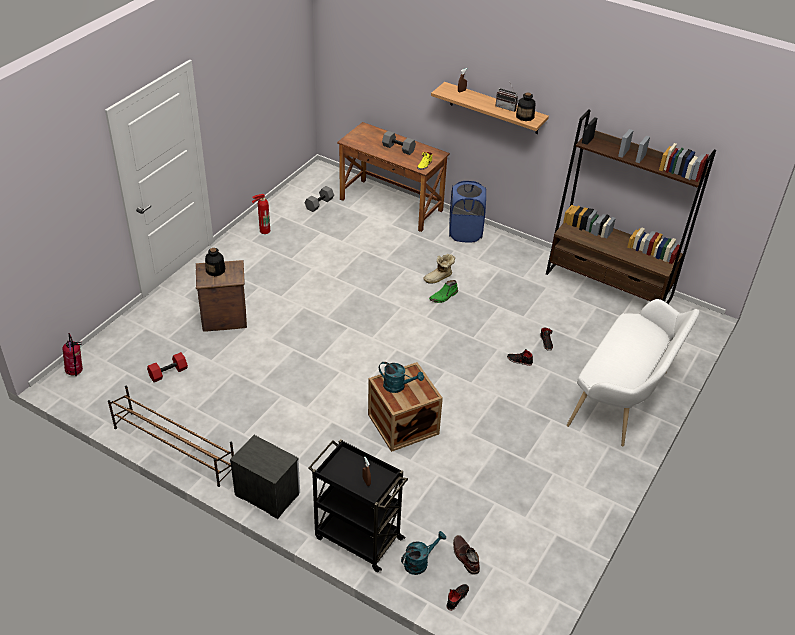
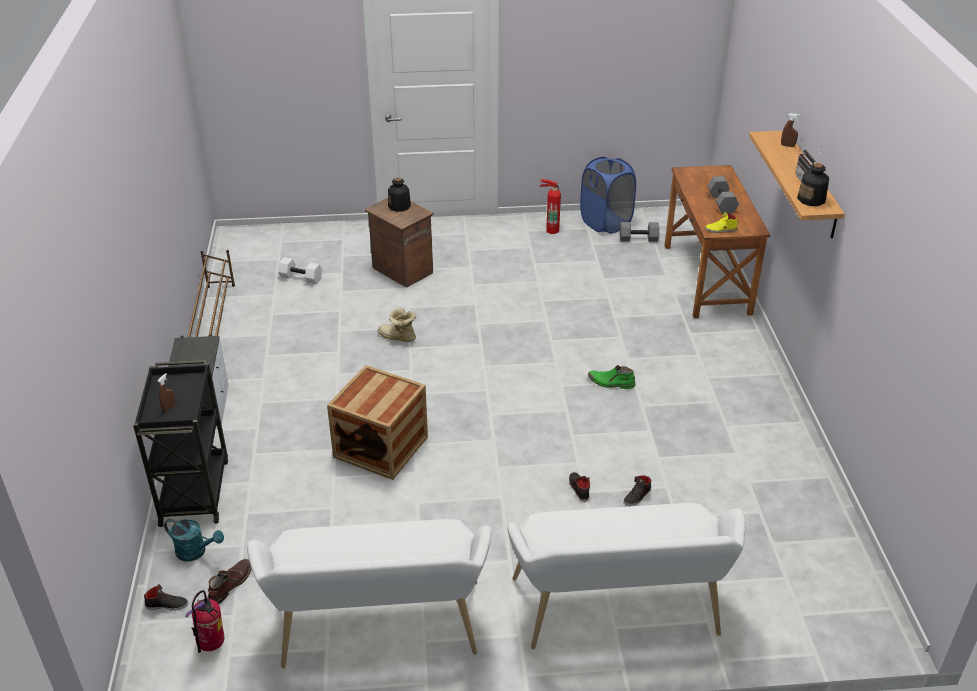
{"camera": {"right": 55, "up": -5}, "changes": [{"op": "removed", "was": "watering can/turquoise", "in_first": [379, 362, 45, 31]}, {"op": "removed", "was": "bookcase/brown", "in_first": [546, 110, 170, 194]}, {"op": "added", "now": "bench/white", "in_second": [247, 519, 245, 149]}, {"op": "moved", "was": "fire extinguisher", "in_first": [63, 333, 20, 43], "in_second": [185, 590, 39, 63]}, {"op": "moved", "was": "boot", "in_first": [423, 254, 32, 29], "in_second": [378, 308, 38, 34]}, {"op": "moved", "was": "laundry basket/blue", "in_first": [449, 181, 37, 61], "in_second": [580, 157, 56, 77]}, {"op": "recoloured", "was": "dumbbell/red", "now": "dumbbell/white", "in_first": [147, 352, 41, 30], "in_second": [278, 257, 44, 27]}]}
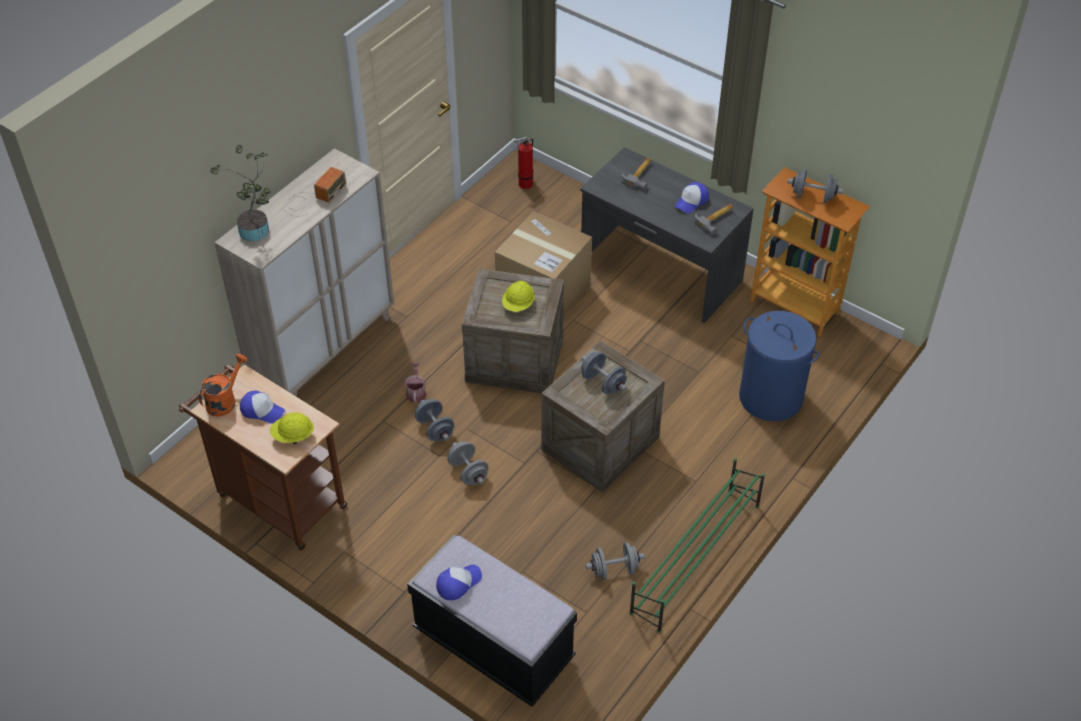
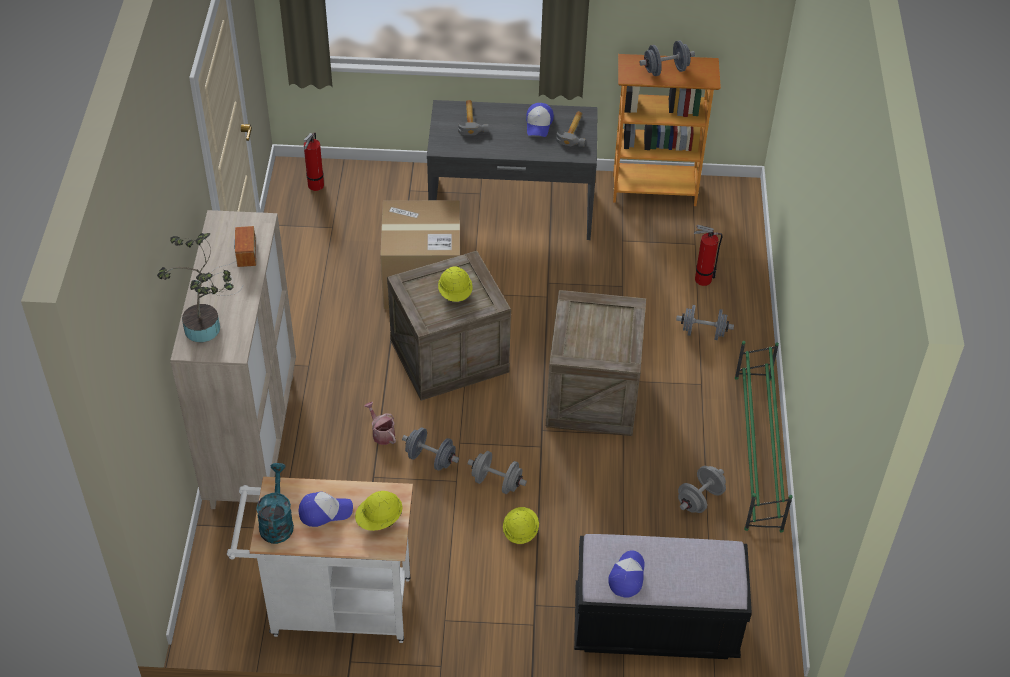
{"camera": {"right": -35, "up": 0}, "changes": [{"op": "added", "now": "hard hat/yellow", "in_second": [503, 507, 36, 37]}, {"op": "moved", "was": "dumbbell/grey", "in_first": [581, 352, 46, 43], "in_second": [676, 305, 58, 35]}, {"op": "replaced", "was": "laundry basket/blue", "now": "fire extinguisher", "in_first": [739, 311, 81, 110], "in_second": [694, 224, 28, 62]}, {"op": "recoloured", "was": "cart/brown", "now": "cart/white", "in_first": [179, 364, 168, 187], "in_second": [227, 477, 186, 166]}, {"op": "recoloured", "was": "watering can/orange", "now": "watering can/turquoise", "in_first": [199, 354, 49, 63], "in_second": [256, 463, 38, 81]}]}
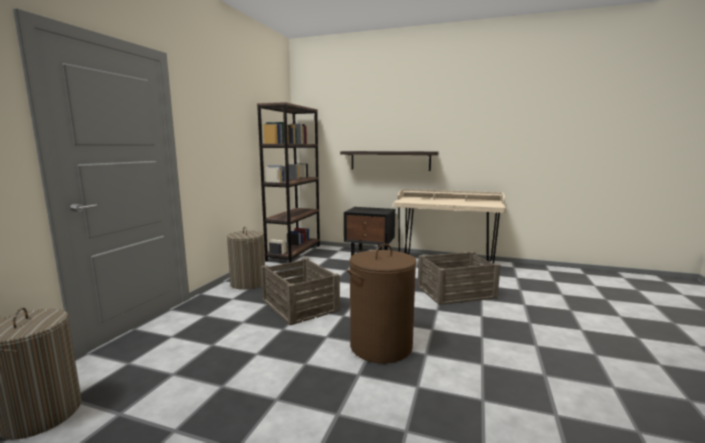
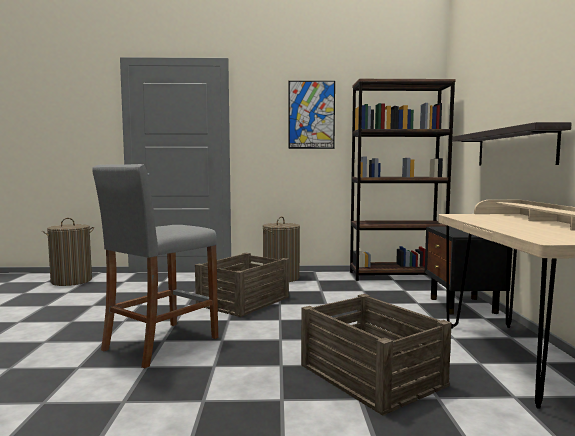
{"camera": {"right": 70, "up": -5}, "changes": [{"op": "added", "now": "picture", "in_second": [289, 81, 46, 68]}, {"op": "replaced", "was": "laundry basket/brown", "now": "stool/grey", "in_first": [347, 244, 69, 119], "in_second": [92, 164, 126, 204]}]}
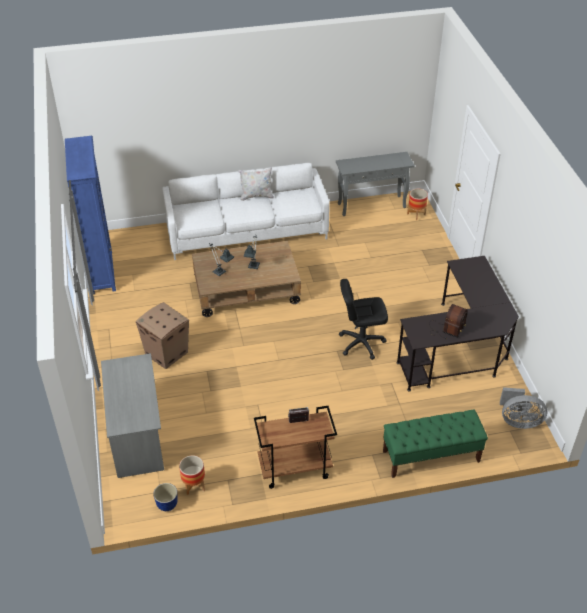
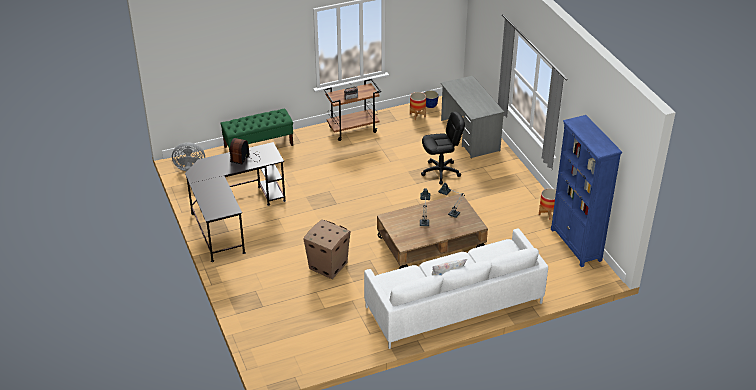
{"camera": {"right": 170, "up": -5}, "changes": [{"op": "removed", "was": "console table/grey", "in_first": [336, 152, 79, 64]}, {"op": "moved", "was": "cardboard box", "in_first": [136, 302, 53, 67], "in_second": [303, 220, 47, 59]}, {"op": "moved", "was": "office chair/black", "in_first": [339, 279, 49, 81], "in_second": [421, 111, 44, 73]}, {"op": "moved", "was": "planter", "in_first": [407, 189, 21, 31], "in_second": [539, 188, 17, 32]}]}
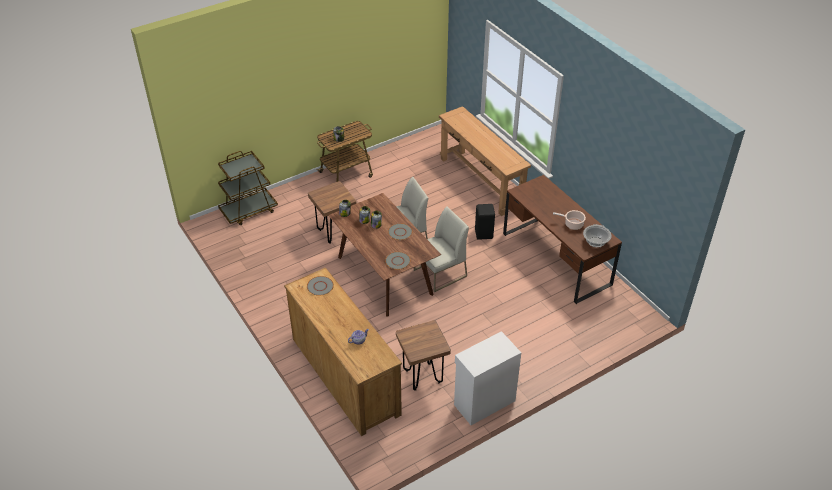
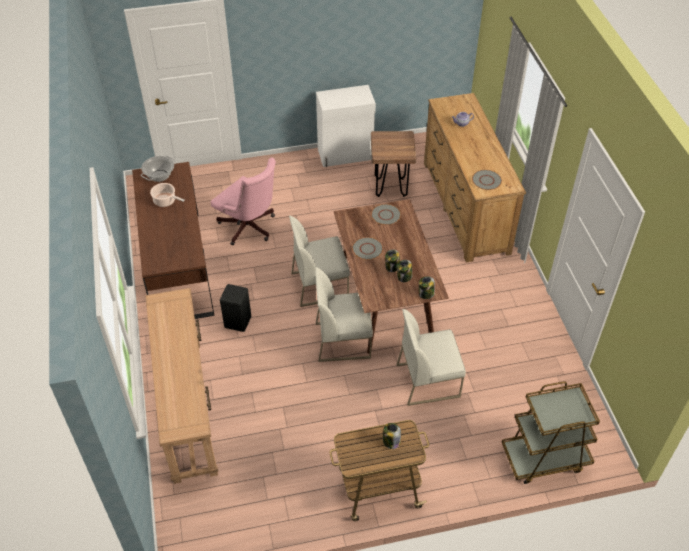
{"camera": {"right": -160, "up": 5}, "changes": [{"op": "added", "now": "office chair/pink", "in_second": [210, 157, 66, 88]}, {"op": "replaced", "was": "stool/brown", "now": "chair/white", "in_first": [308, 181, 48, 63], "in_second": [396, 309, 70, 97]}]}
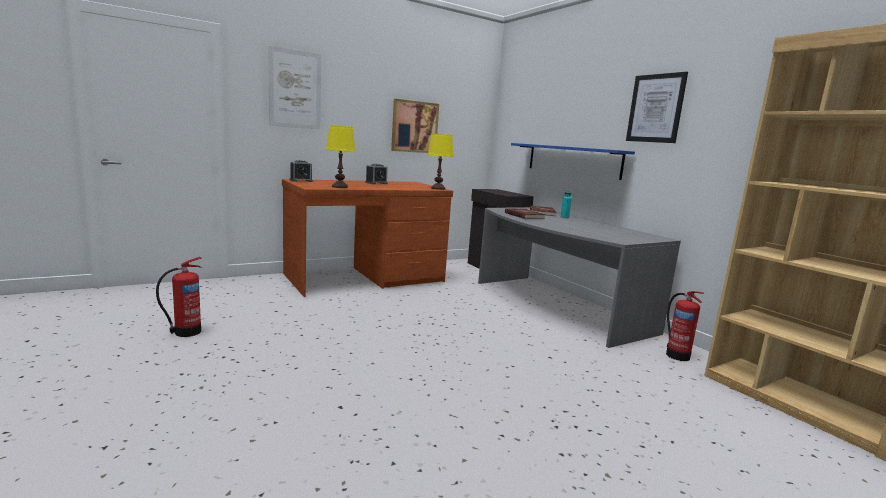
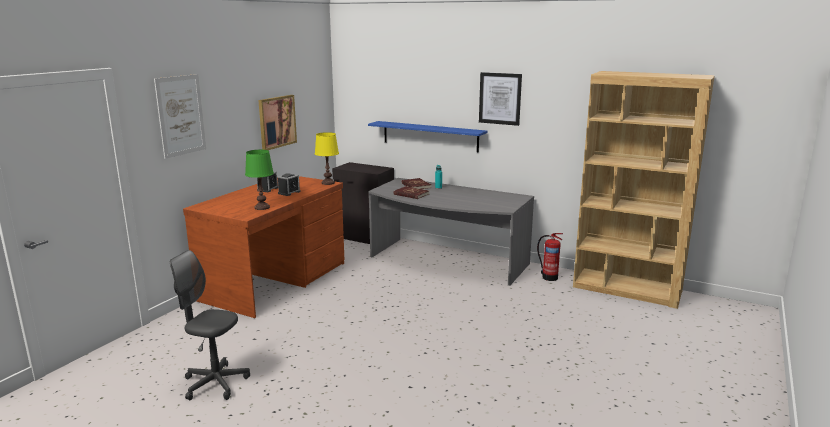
{"camera": {"right": -30, "up": 5}, "changes": [{"op": "moved", "was": "alarm clock", "in_first": [289, 160, 24, 22], "in_second": [278, 173, 23, 23]}, {"op": "replaced", "was": "fire extinguisher", "now": "office chair/grey", "in_first": [156, 257, 46, 80], "in_second": [170, 250, 80, 150]}, {"op": "recoloured", "was": "table lamp/yellow", "now": "table lamp/green", "in_first": [326, 125, 29, 63], "in_second": [245, 150, 29, 60]}]}
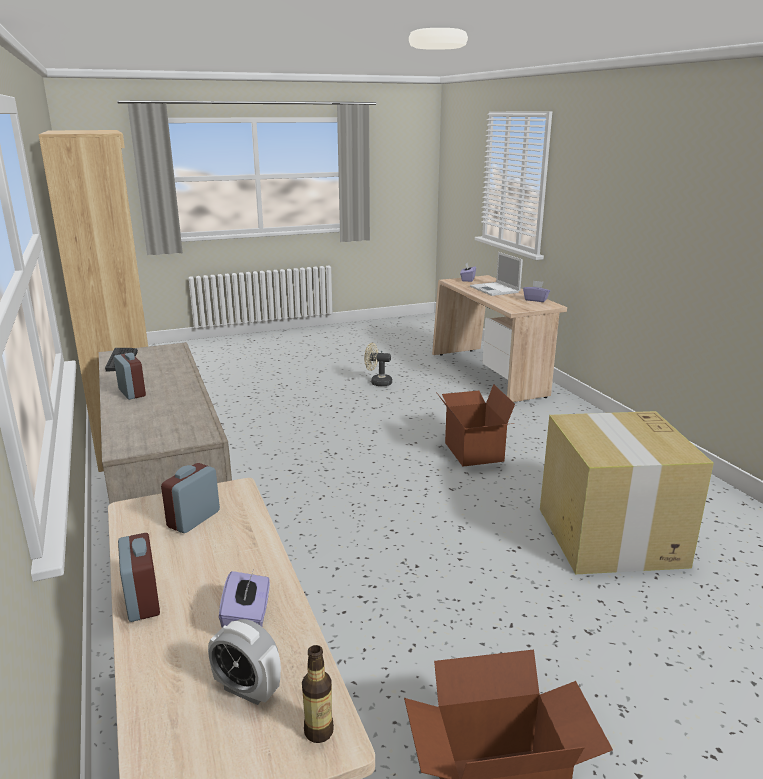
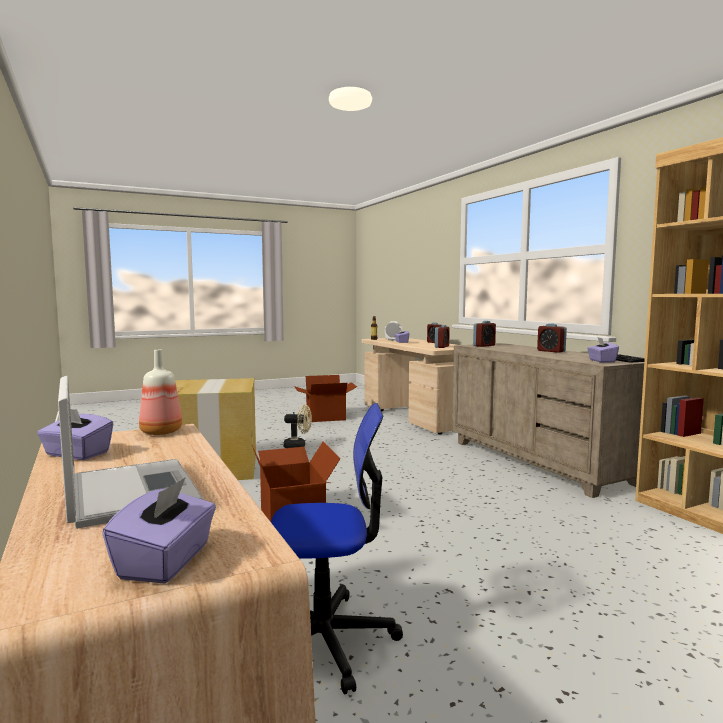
{"camera": {"right": 175, "up": -15}, "changes": [{"op": "added", "now": "bottle", "in_second": [139, 349, 43, 86]}, {"op": "added", "now": "office chair", "in_second": [271, 403, 132, 291]}, {"op": "added", "now": "alarm clock", "in_second": [473, 321, 23, 26]}, {"op": "added", "now": "tissue box/purple", "in_second": [587, 338, 32, 24]}, {"op": "moved", "was": "fan/beige", "in_first": [364, 343, 28, 43], "in_second": [283, 405, 29, 43]}]}
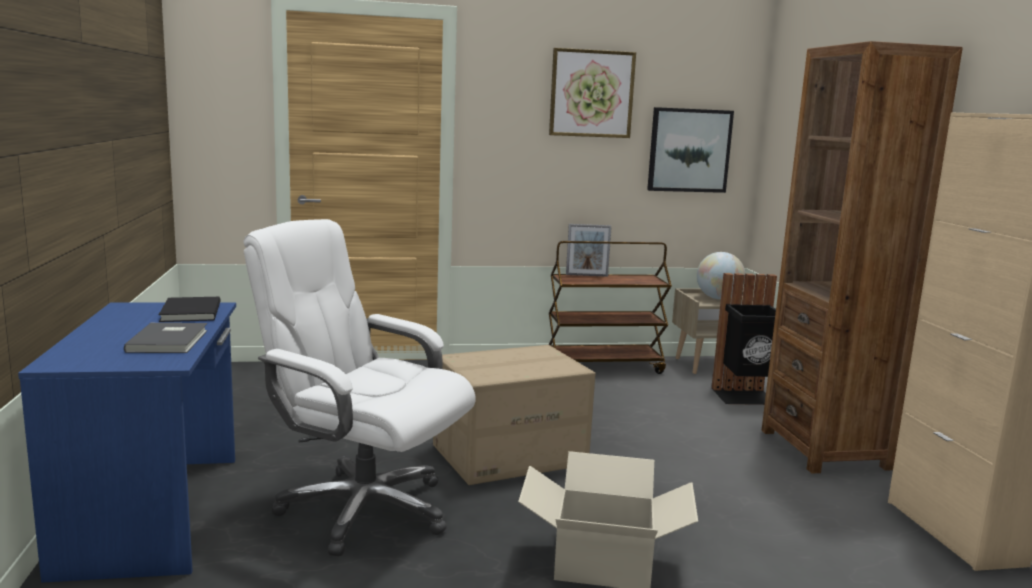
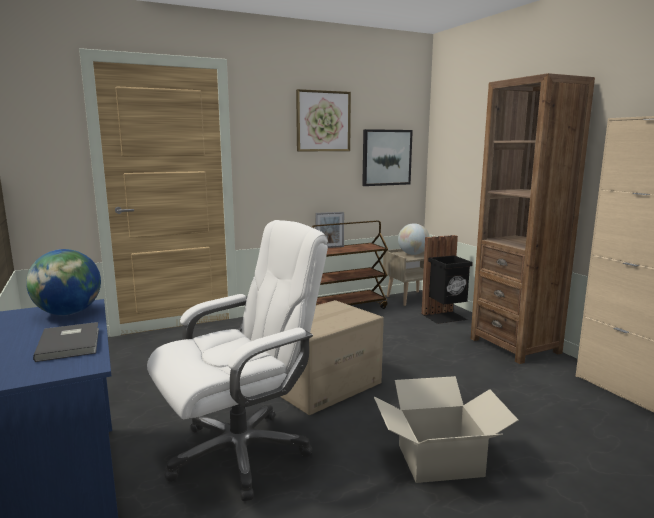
{"camera": {"right": -15, "up": 0}, "changes": [{"op": "replaced", "was": "book/black", "now": "globe", "in_first": [159, 297, 62, 25], "in_second": [26, 249, 75, 66]}, {"op": "turned", "was": "office chair/white", "in_first": [243, 219, 233, 337], "in_second": [147, 220, 181, 281], "clockwise": 135}]}
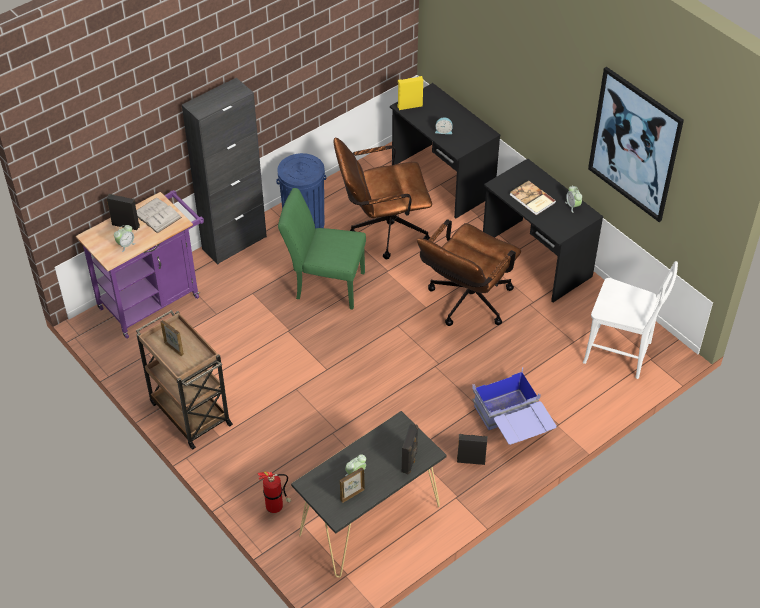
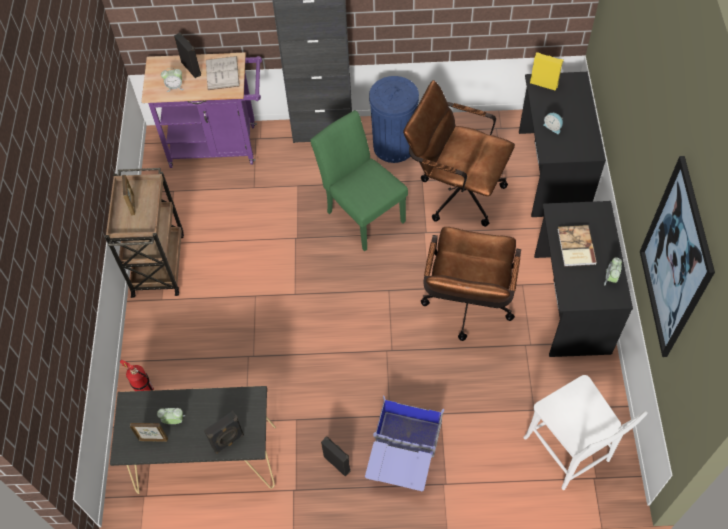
{"camera": {"right": 40, "up": 10}, "changes": [{"op": "turned", "was": "office chair/brown", "in_first": [417, 219, 104, 107], "in_second": [421, 227, 100, 114], "clockwise": -60}]}
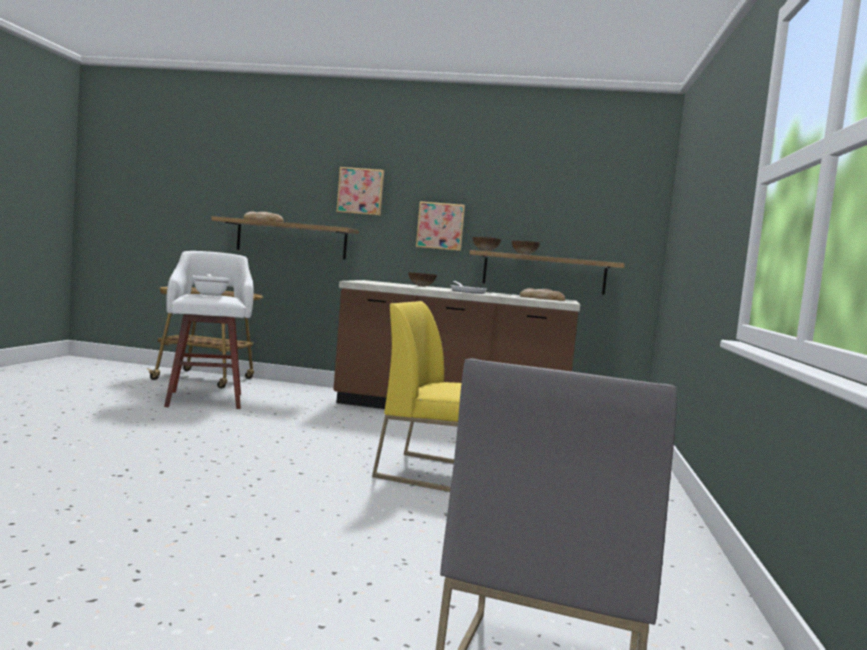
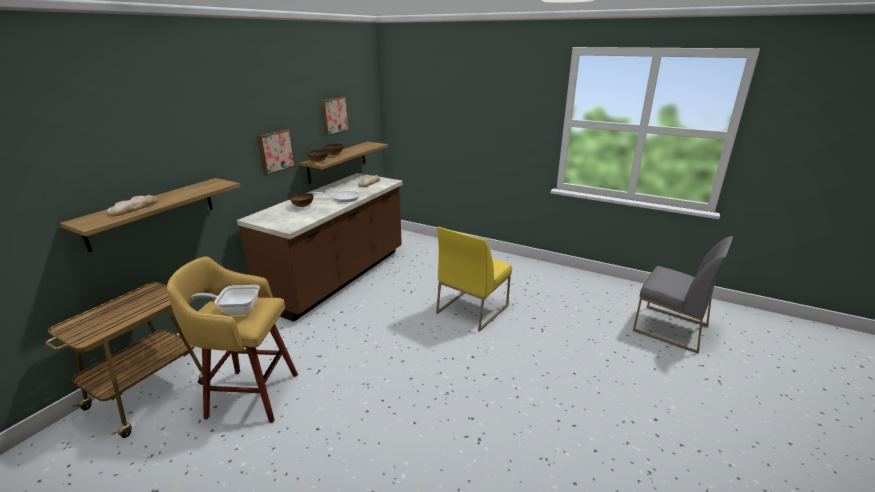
{"camera": {"right": -70, "up": 20}, "changes": [{"op": "moved", "was": "picture", "in_first": [336, 167, 48, 49], "in_second": [321, 96, 28, 40]}, {"op": "recoloured", "was": "stool/white", "now": "stool/yellow", "in_first": [164, 251, 89, 158], "in_second": [167, 256, 131, 167]}]}
